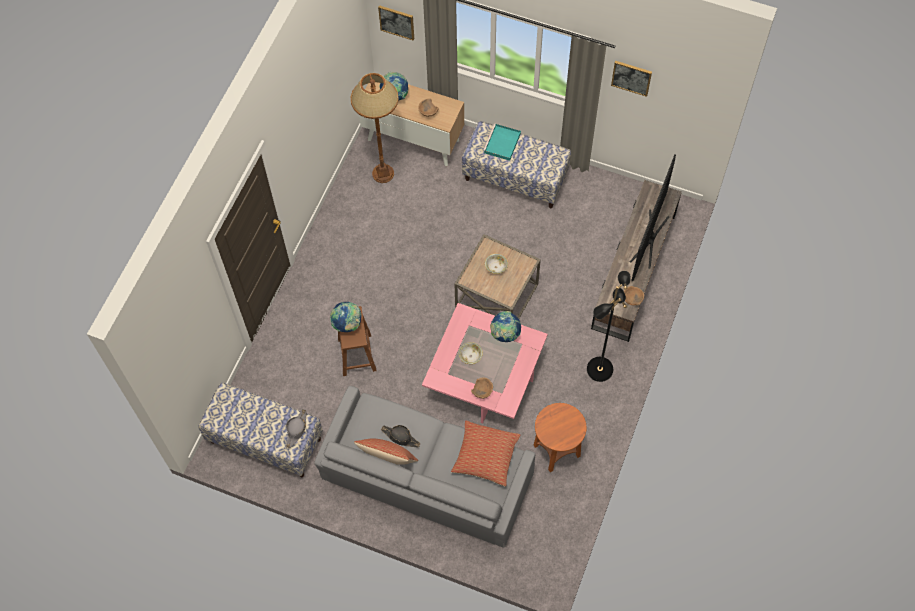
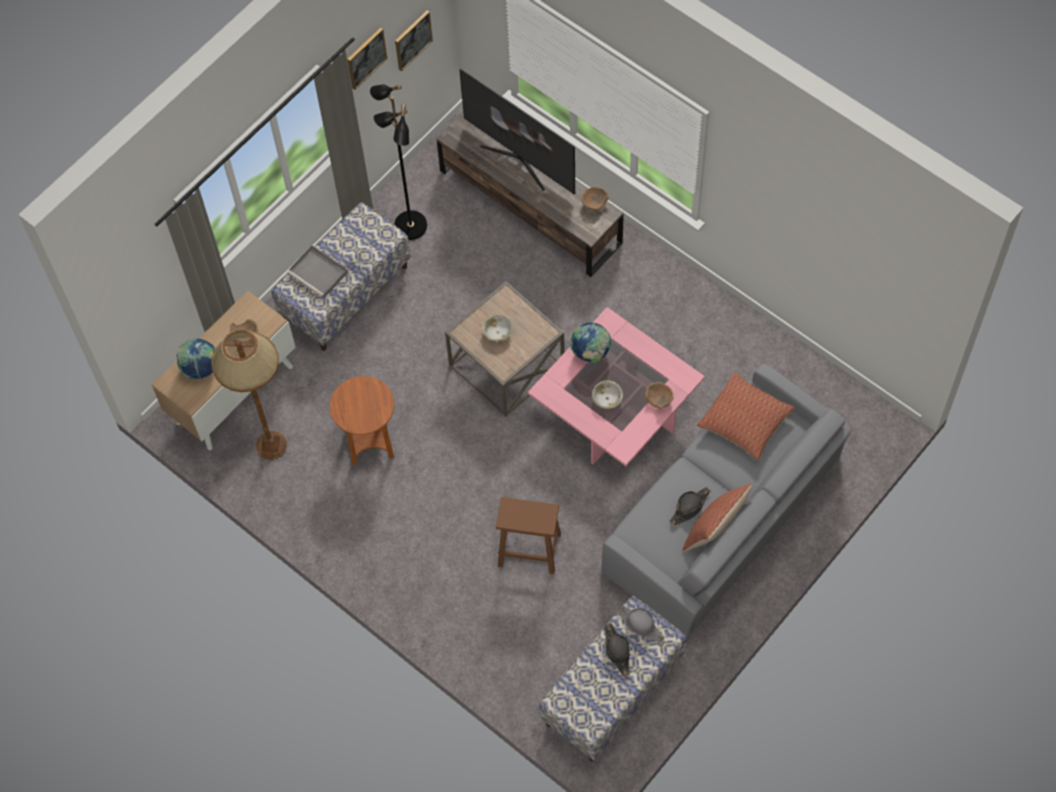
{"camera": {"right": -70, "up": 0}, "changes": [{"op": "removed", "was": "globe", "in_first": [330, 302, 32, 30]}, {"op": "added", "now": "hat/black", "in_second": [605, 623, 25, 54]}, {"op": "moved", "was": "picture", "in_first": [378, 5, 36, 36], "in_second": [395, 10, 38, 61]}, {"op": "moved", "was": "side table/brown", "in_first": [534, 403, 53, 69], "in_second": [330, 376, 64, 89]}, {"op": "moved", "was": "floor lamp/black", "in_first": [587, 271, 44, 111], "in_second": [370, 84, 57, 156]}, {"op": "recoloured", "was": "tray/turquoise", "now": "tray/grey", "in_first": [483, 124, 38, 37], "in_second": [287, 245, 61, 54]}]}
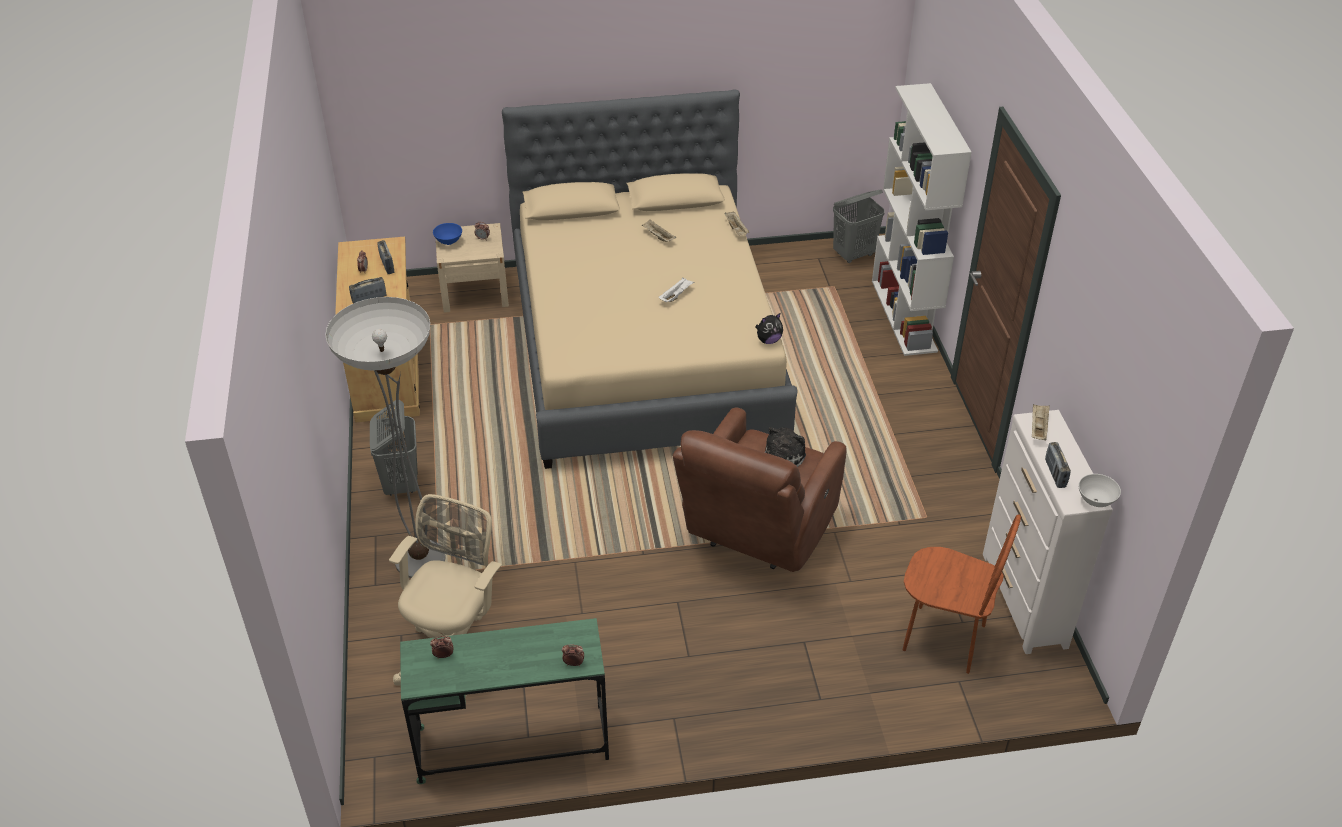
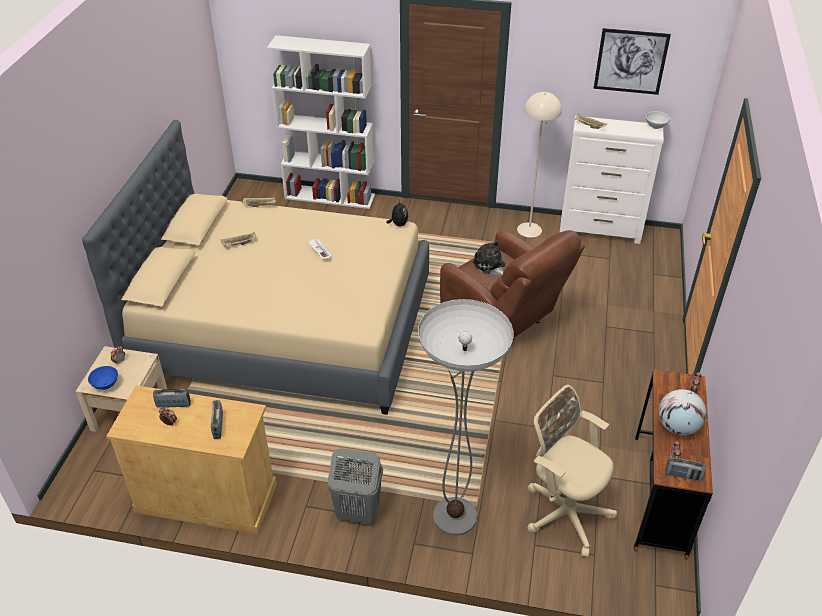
{"camera": {"right": -70, "up": 0}, "changes": [{"op": "removed", "was": "laundry basket/grey", "in_first": [833, 189, 52, 74]}, {"op": "removed", "was": "chair/brown", "in_first": [903, 515, 118, 159]}, {"op": "added", "now": "floor lamp/beige", "in_second": [517, 92, 45, 146]}, {"op": "added", "now": "picture", "in_second": [594, 28, 77, 67]}, {"op": "added", "now": "globe", "in_second": [658, 389, 48, 47]}, {"op": "moved", "was": "radio", "in_first": [1045, 442, 26, 46], "in_second": [665, 457, 41, 25]}, {"op": "recoloured", "was": "desk/green", "now": "desk/brown", "in_first": [400, 618, 209, 166], "in_second": [634, 369, 79, 191]}]}
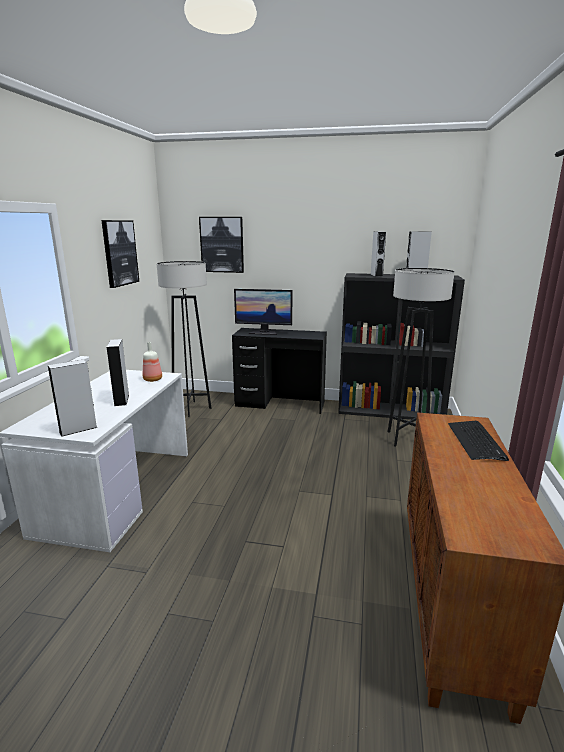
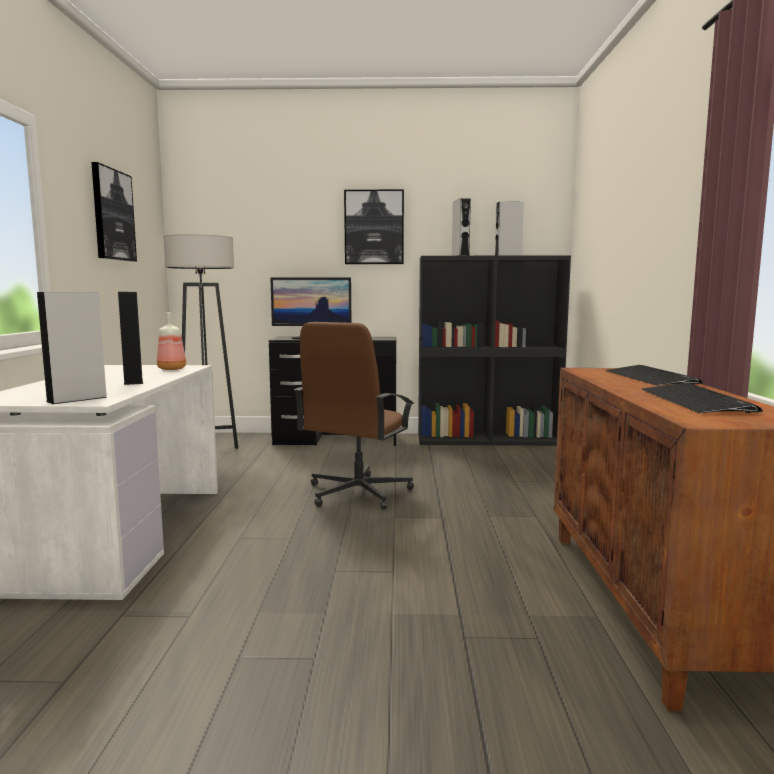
{"camera": {"right": -10, "up": -10}, "changes": [{"op": "removed", "was": "floor lamp/grey", "in_first": [388, 268, 67, 179]}, {"op": "added", "now": "office chair/brown", "in_second": [294, 322, 120, 188]}, {"op": "added", "now": "keyboard", "in_second": [642, 383, 121, 30]}, {"op": "moved", "was": "picture", "in_first": [199, 217, 45, 56], "in_second": [344, 190, 60, 74]}]}
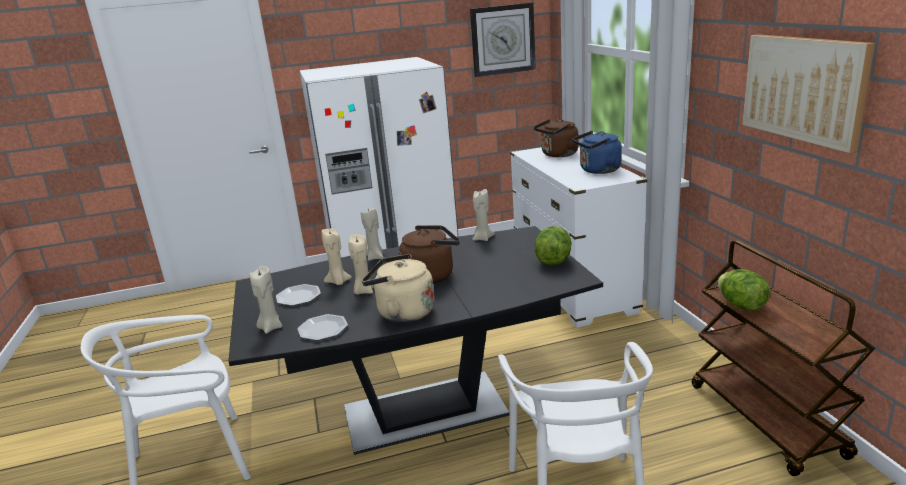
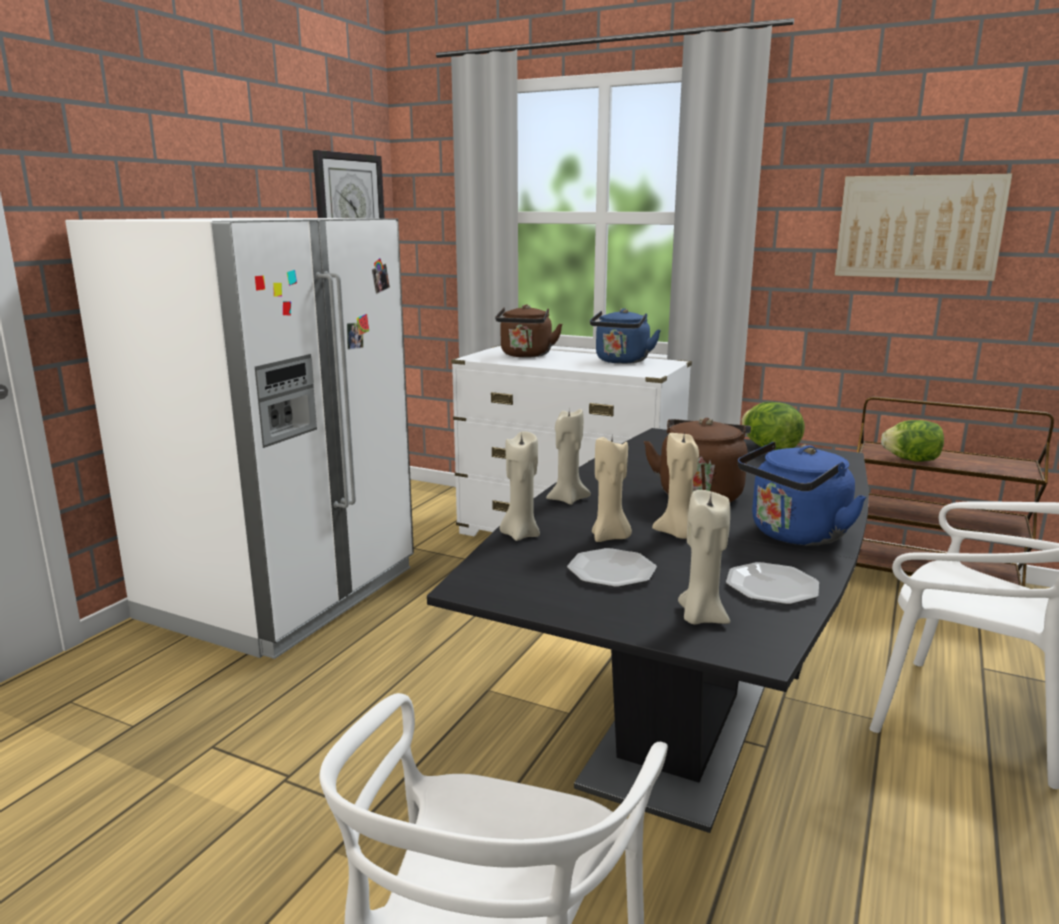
{"camera": {"right": -50, "up": -5}, "changes": [{"op": "moved", "was": "candle/beige", "in_first": [472, 189, 23, 52], "in_second": [500, 431, 40, 110]}, {"op": "recoloured", "was": "kettle/beige", "now": "kettle/blue", "in_first": [362, 254, 73, 69], "in_second": [738, 442, 128, 103]}]}
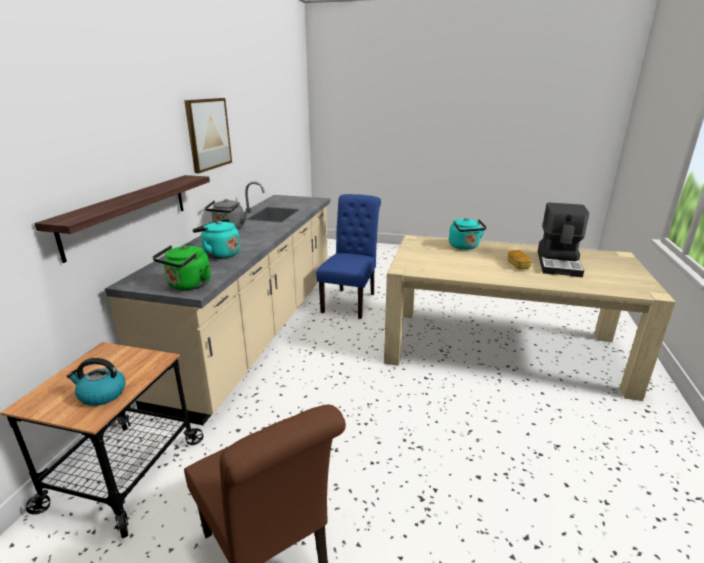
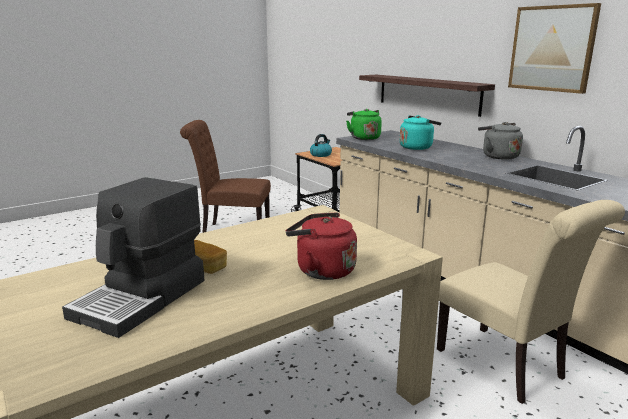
{"camera": {"right": 130, "up": -5}, "changes": [{"op": "recoloured", "was": "chair/blue", "now": "chair/beige", "in_first": [316, 194, 65, 125], "in_second": [437, 200, 188, 204]}, {"op": "recoloured", "was": "kettle/turquoise", "now": "kettle/red", "in_first": [449, 218, 38, 32], "in_second": [286, 212, 71, 68]}, {"op": "turned", "was": "coffee machine", "in_first": [538, 202, 51, 75], "in_second": [62, 177, 143, 161], "clockwise": -120}]}
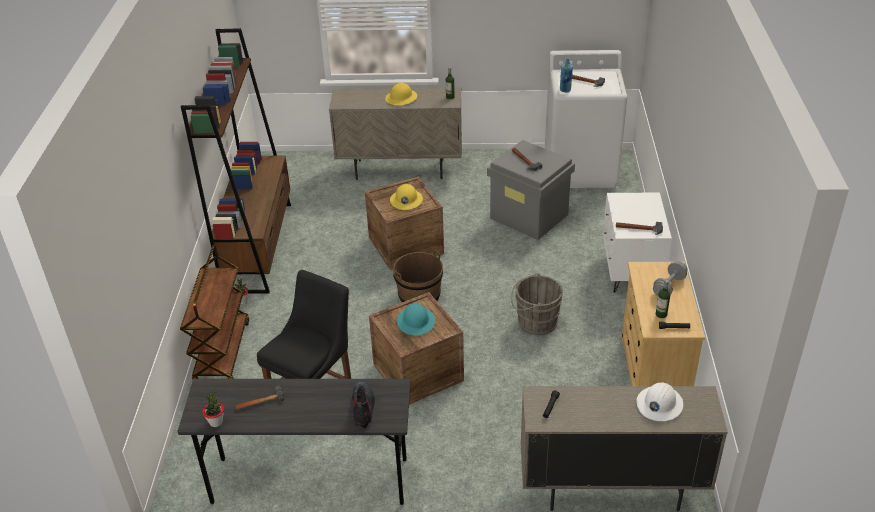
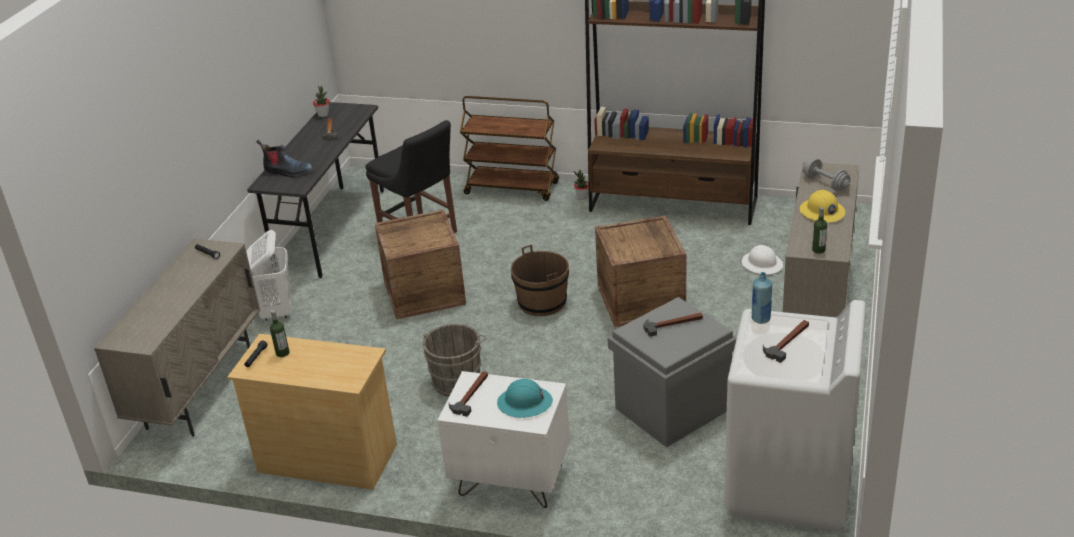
{"camera": {"right": 105, "up": -5}, "changes": [{"op": "removed", "was": "hard hat/yellow", "in_first": [390, 184, 33, 26]}, {"op": "added", "now": "laundry basket/white", "in_second": [246, 230, 45, 91]}, {"op": "moved", "was": "hard hat/turquoise", "in_first": [397, 303, 38, 33], "in_second": [497, 379, 56, 39]}, {"op": "moved", "was": "hard hat/white", "in_first": [637, 382, 46, 39], "in_second": [742, 245, 41, 29]}, {"op": "moved", "was": "dumbbell/grey", "in_first": [653, 261, 34, 35], "in_second": [803, 159, 48, 32]}]}
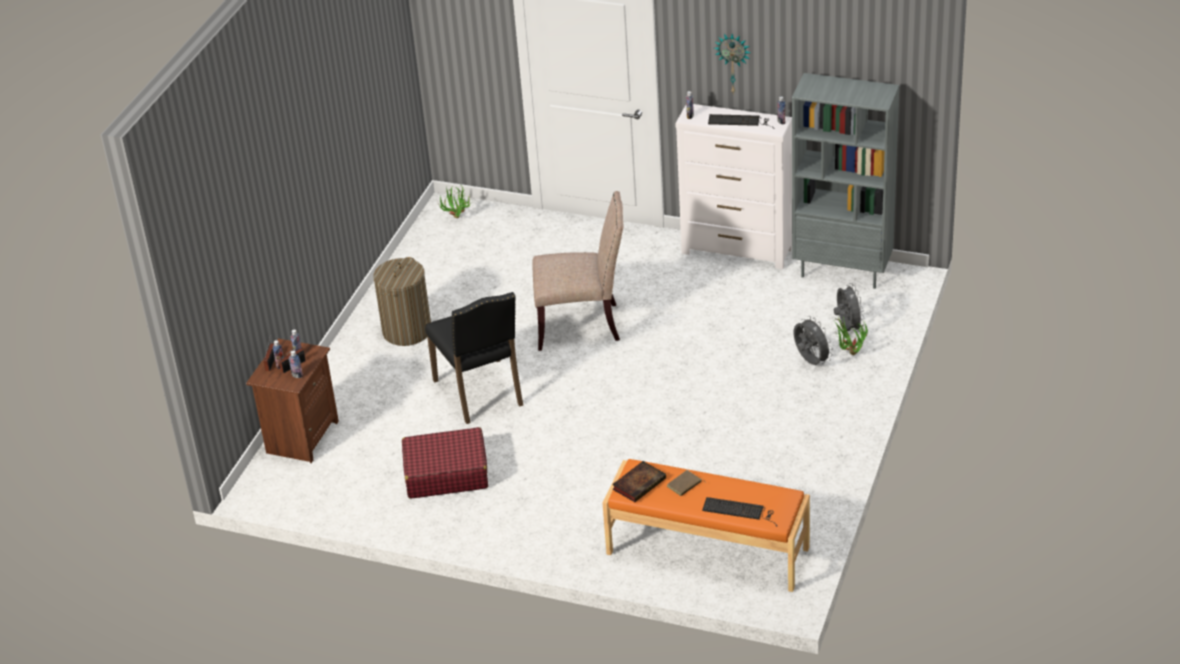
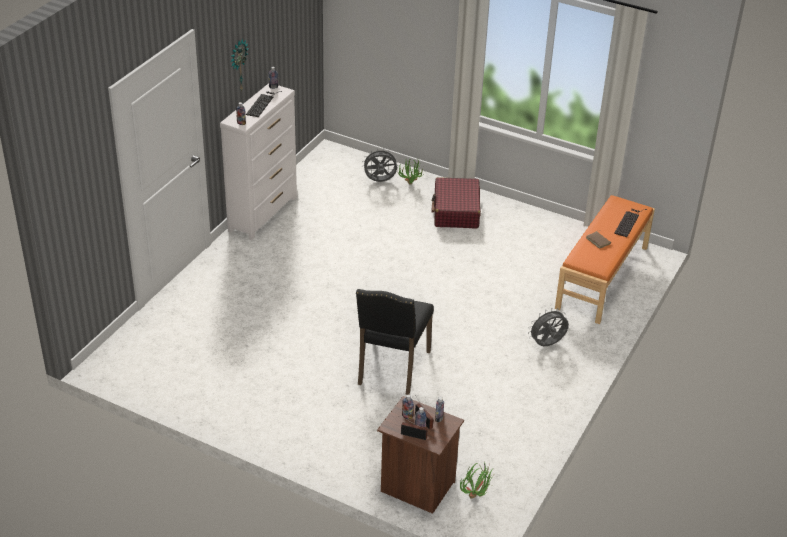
{"camera": {"right": -85, "up": 0}, "changes": [{"op": "removed", "was": "laundry basket", "in_first": [373, 257, 58, 89]}, {"op": "removed", "was": "chair/beige", "in_first": [532, 191, 92, 160]}, {"op": "removed", "was": "book", "in_first": [612, 461, 54, 41]}, {"op": "removed", "was": "bookcase/grey", "in_first": [792, 73, 107, 216]}, {"op": "moved", "was": "suitcase/red", "in_first": [402, 427, 86, 72], "in_second": [432, 177, 49, 51]}, {"op": "moved", "was": "potted plant", "in_first": [438, 187, 34, 31], "in_second": [460, 461, 34, 38]}, {"op": "moved", "was": "fan/grey", "in_first": [794, 316, 39, 49], "in_second": [528, 308, 41, 38]}, {"op": "turned", "was": "chair/black", "in_first": [425, 292, 98, 132], "in_second": [356, 289, 78, 106], "clockwise": 120}]}
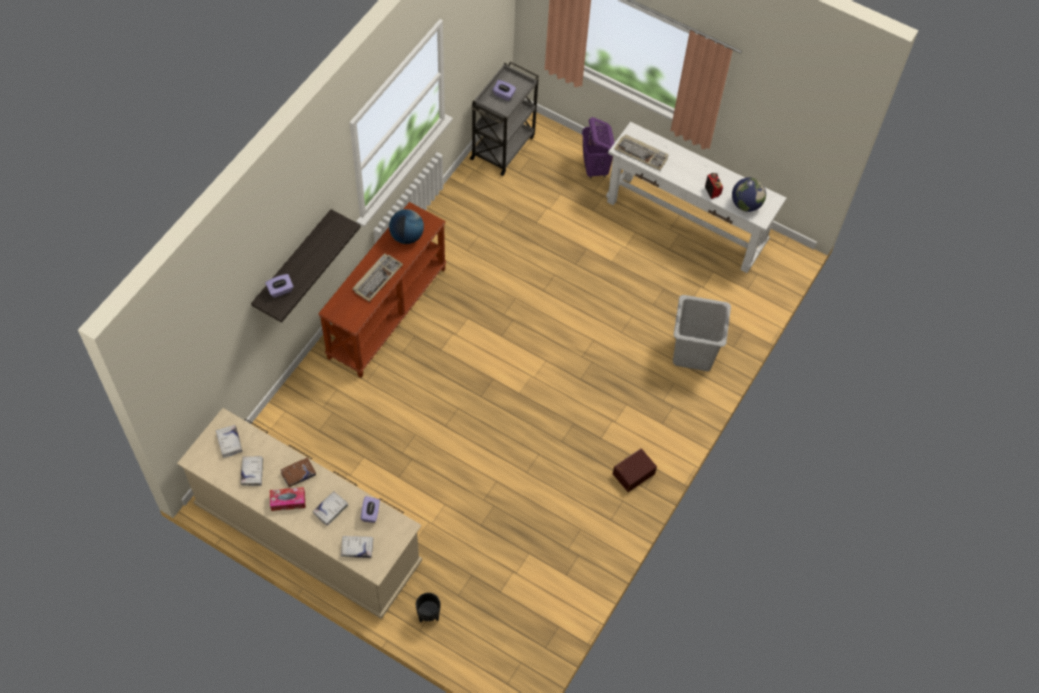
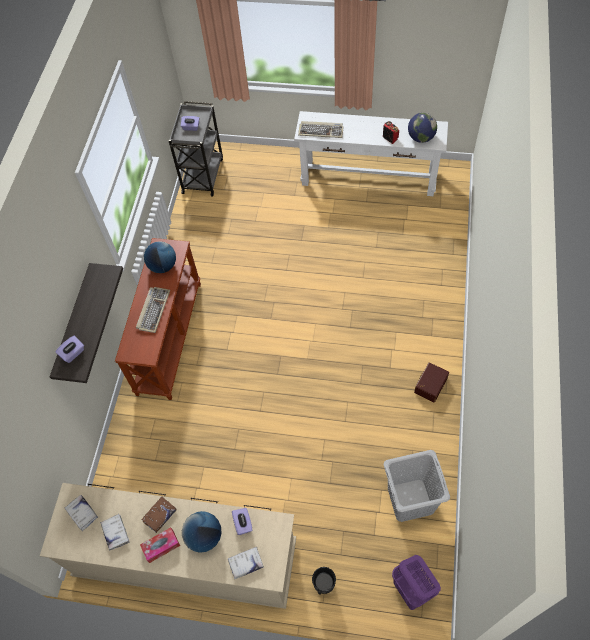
{"camera": {"right": -15, "up": 0}, "changes": [{"op": "moved", "was": "laundry basket/purple", "in_first": [582, 117, 33, 62], "in_second": [392, 555, 49, 55]}, {"op": "moved", "was": "laundry basket/grey", "in_first": [673, 295, 58, 76], "in_second": [384, 450, 66, 72]}, {"op": "replaced", "was": "book/white", "now": "globe", "in_first": [312, 491, 36, 35], "in_second": [182, 511, 40, 42]}]}
